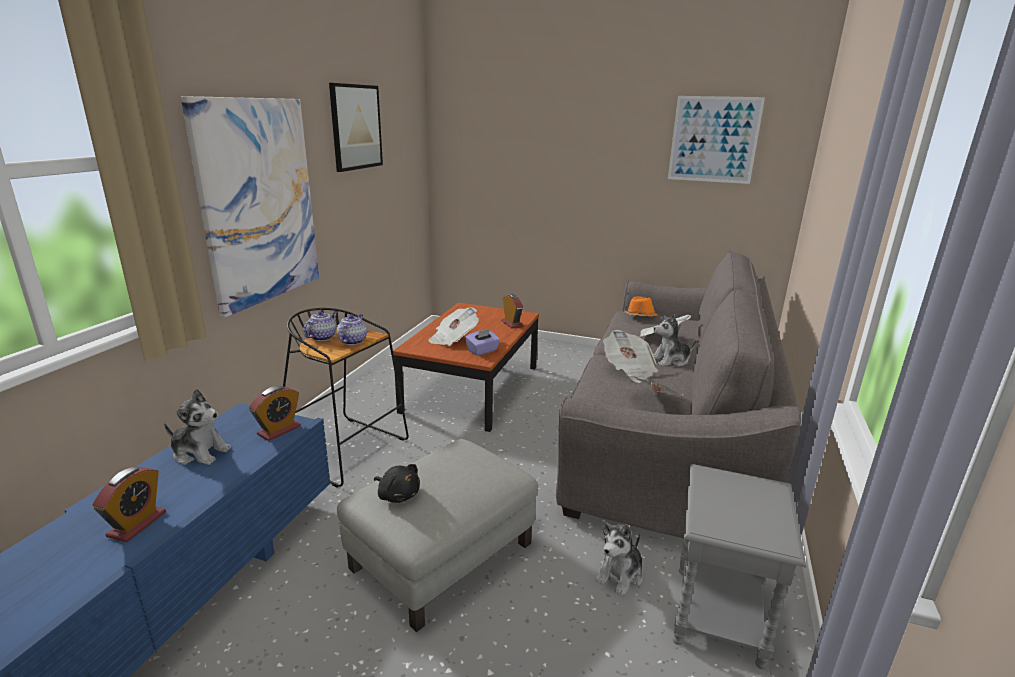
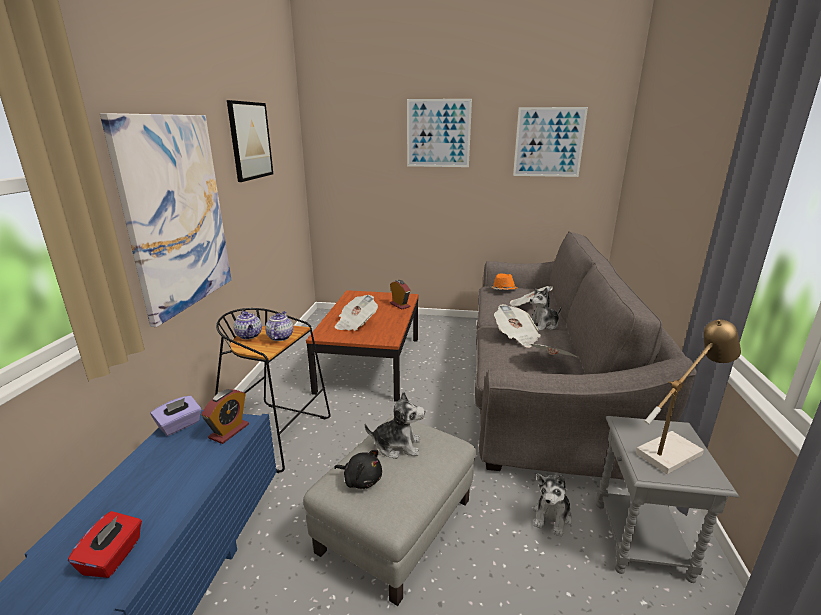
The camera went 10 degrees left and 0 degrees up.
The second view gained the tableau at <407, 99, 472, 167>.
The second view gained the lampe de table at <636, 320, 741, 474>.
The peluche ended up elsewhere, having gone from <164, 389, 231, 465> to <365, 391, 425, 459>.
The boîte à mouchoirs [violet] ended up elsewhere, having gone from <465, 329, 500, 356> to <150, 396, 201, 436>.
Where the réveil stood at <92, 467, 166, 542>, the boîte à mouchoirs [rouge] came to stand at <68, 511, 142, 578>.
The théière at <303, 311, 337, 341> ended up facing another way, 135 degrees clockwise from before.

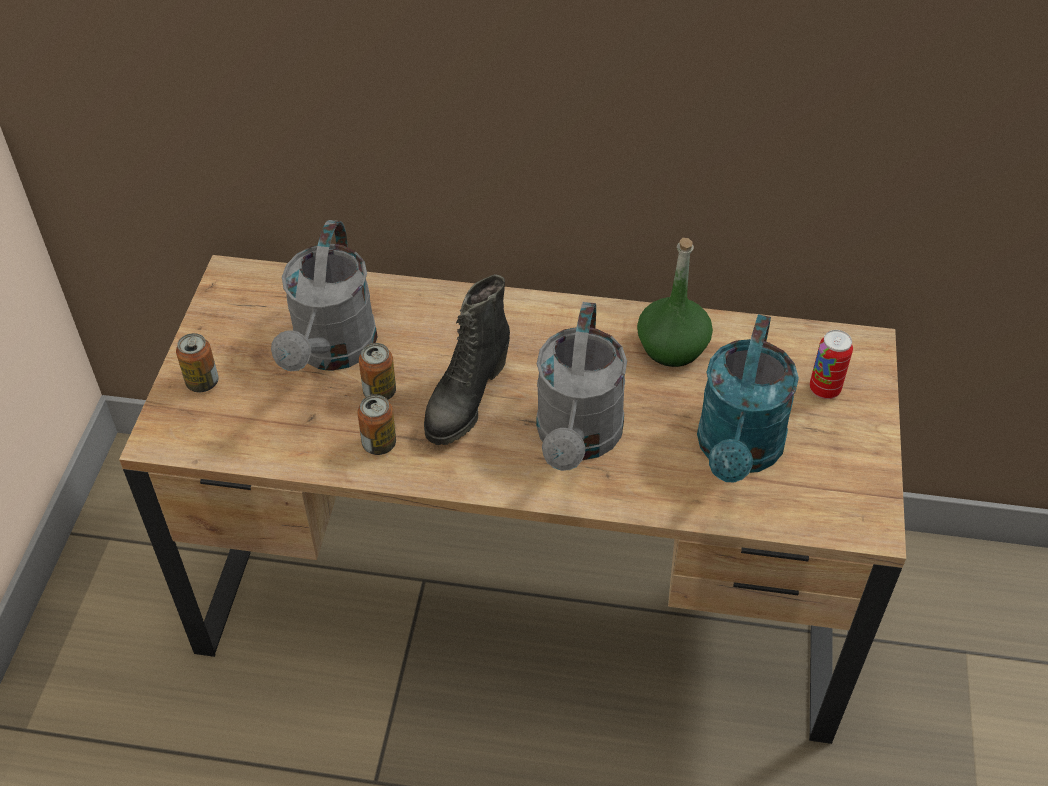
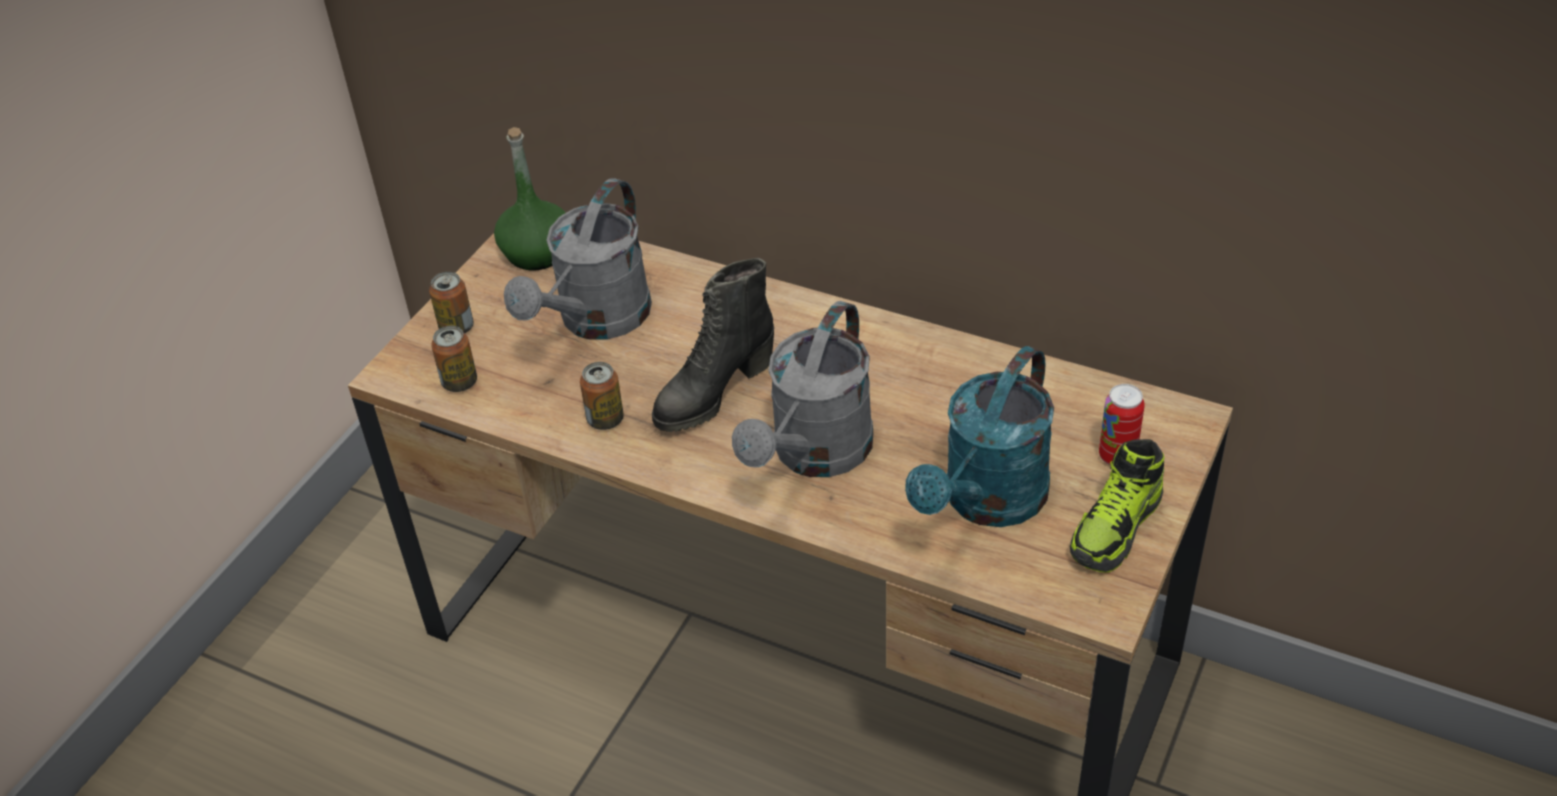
The camera went 20 degrees right and 5 degrees down.
The second view gained the chaussure at <1070, 439, 1165, 573>.
The boîte métallique ended up elsewhere, having gone from <359, 343, 396, 400> to <431, 325, 477, 392>.
The bouteille [vert] ended up elsewhere, having gone from <637, 238, 713, 367> to <494, 127, 566, 271>.

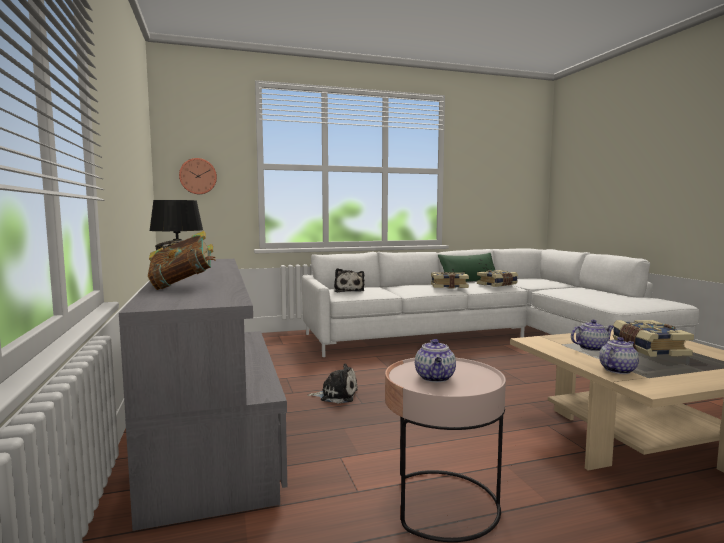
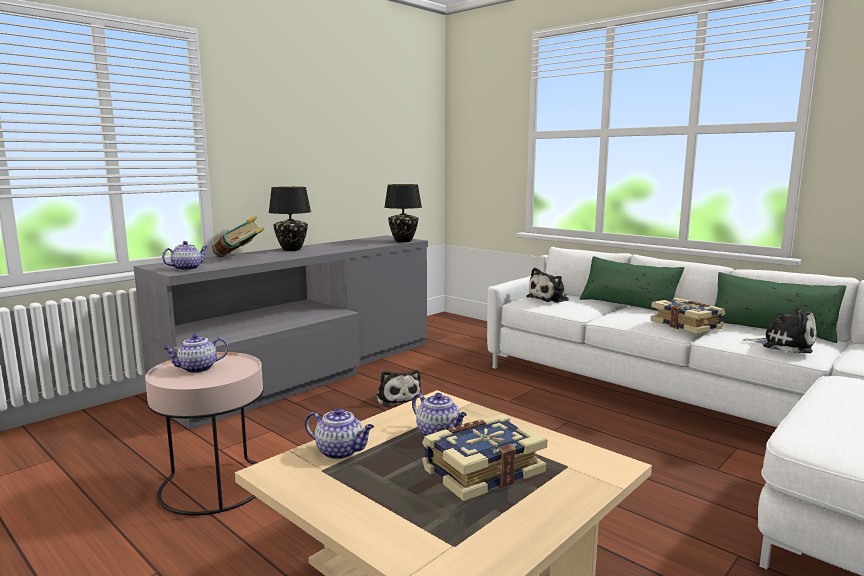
The camera went 60 degrees right and 5 degrees up.
The second view lost the horloge murale at <179, 158, 217, 194>.
The second view gained the théière at <162, 241, 208, 270>.
The second view gained the lampe de table [noir] at <384, 184, 422, 242>.
The second view gained the coussin [vert] at <579, 256, 684, 312>.
Where the livre stood at <477, 270, 518, 287>, the peluche came to stand at <743, 307, 817, 353>.

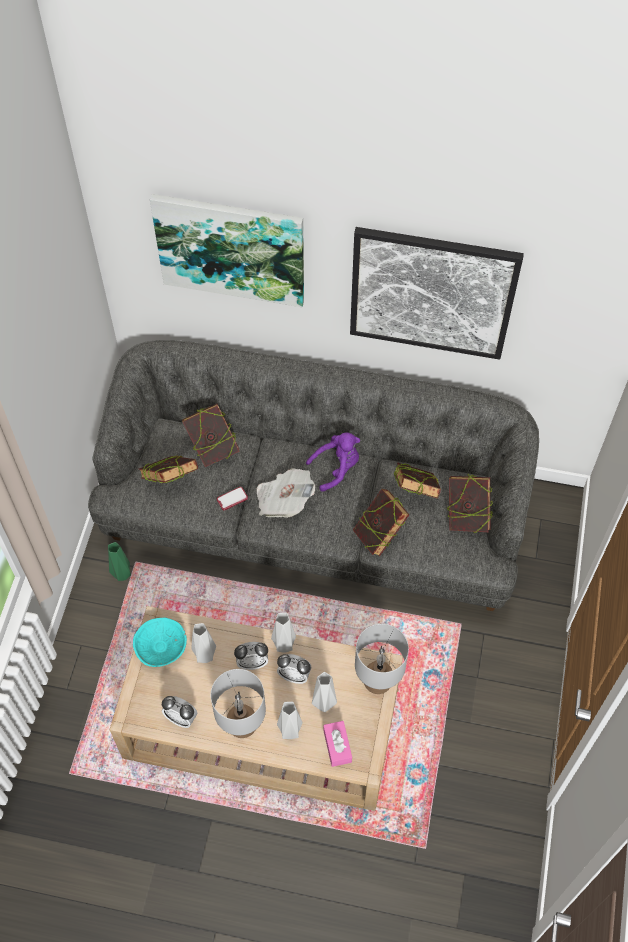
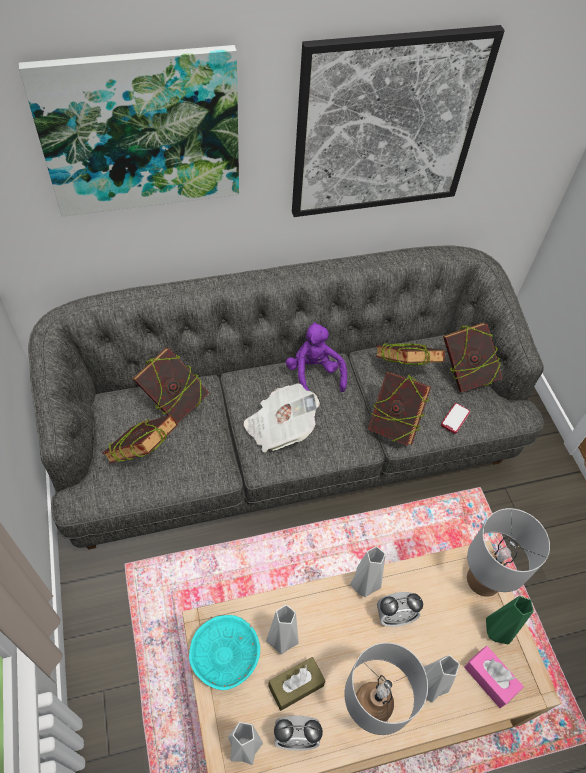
The camera went 30 degrees left and 5 degrees down.
The second view lost the réveil at <234, 642, 268, 670>.
The second view gained the boîte à mouchoirs [marron] at <268, 657, 326, 711>.
The vase [vert] ended up elsewhere, having gone from <108, 542, 131, 581> to <486, 596, 533, 644>.
The téléphone ended up elsewhere, having gone from <217, 487, 248, 511> to <441, 403, 470, 434>.
The vase [gris] ended up elsewhere, having gone from <312, 672, 337, 712> to <228, 722, 263, 765>.
The peluche [violet] at <306, 432, 360, 492> ended up facing another way, 60 degrees counterclockwise from before.

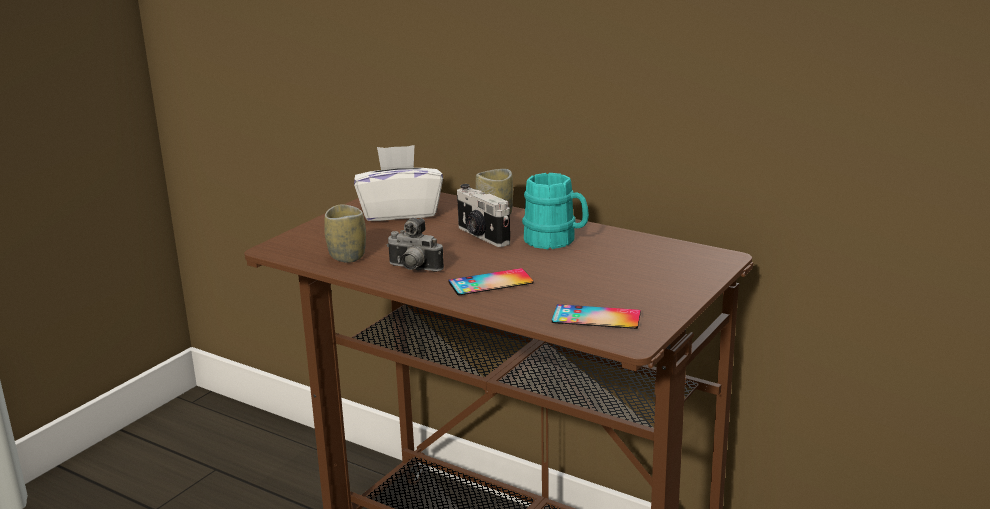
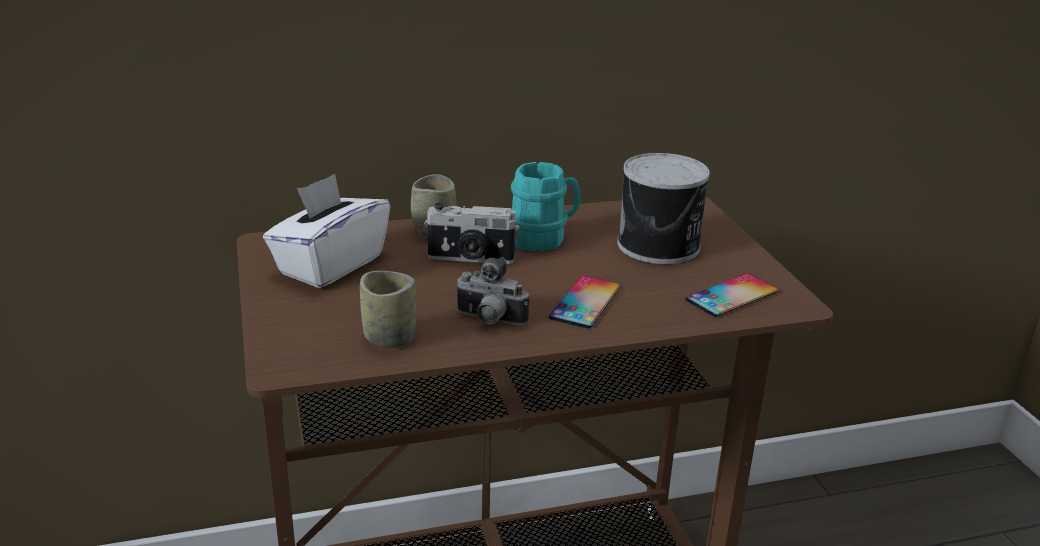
The camera went 50 degrees left and 5 degrees up.
The second view gained the boîte métallique at <617, 153, 710, 264>.
The appareil photo at <387, 218, 444, 272> ended up facing another way, 45 degrees clockwise from before.

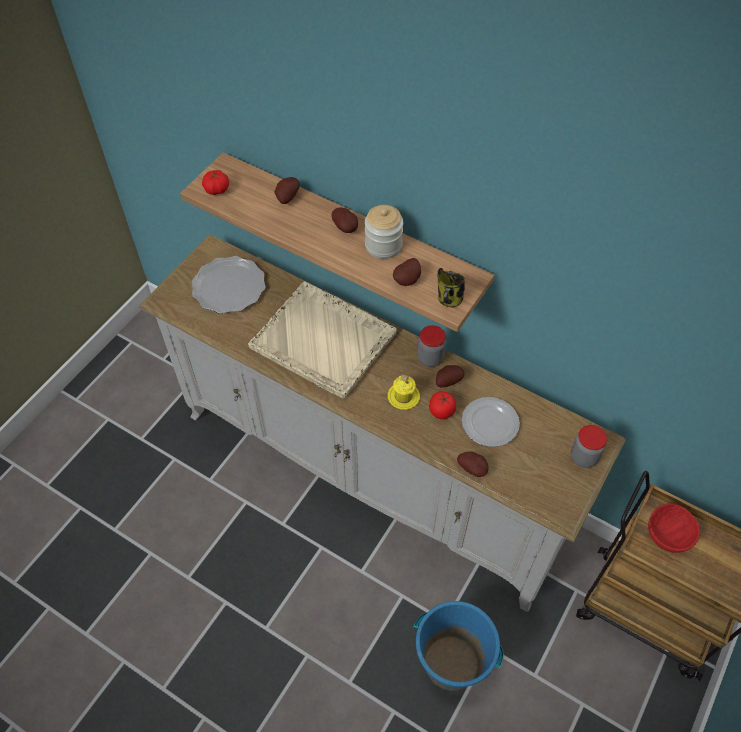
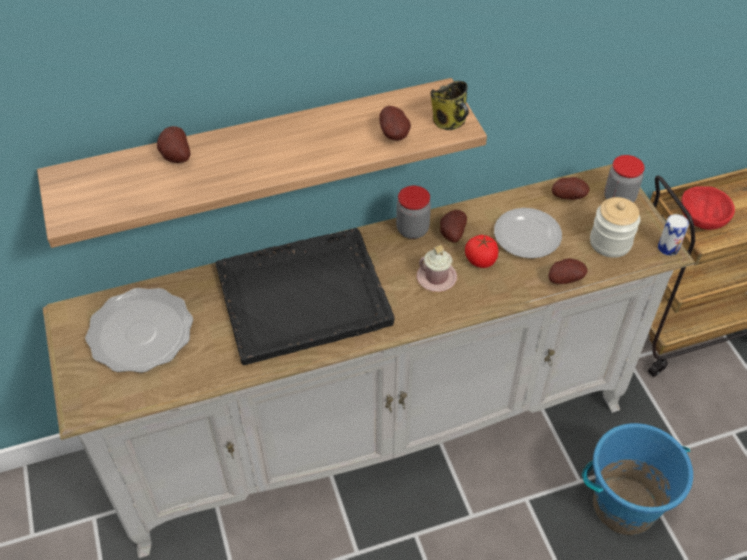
The camera went 50 degrees left and 5 degrees down.
The second view lost the tomate at <202, 170, 229, 195>.
The second view gained the boîte métallique at <658, 214, 689, 256>.
The pomme de terre ended up elsewhere, having gone from <332, 207, 358, 233> to <552, 177, 590, 200>.
The bocal ended up elsewhere, having gone from <365, 205, 403, 259> to <590, 197, 640, 258>.
What was the plateau [beige] at <248, 281, 397, 399> turned into the plateau [noir] at <215, 228, 394, 365>.
What was the mug [jaune] at <388, 374, 420, 410> turned into the mug [rose] at <417, 245, 457, 292>.

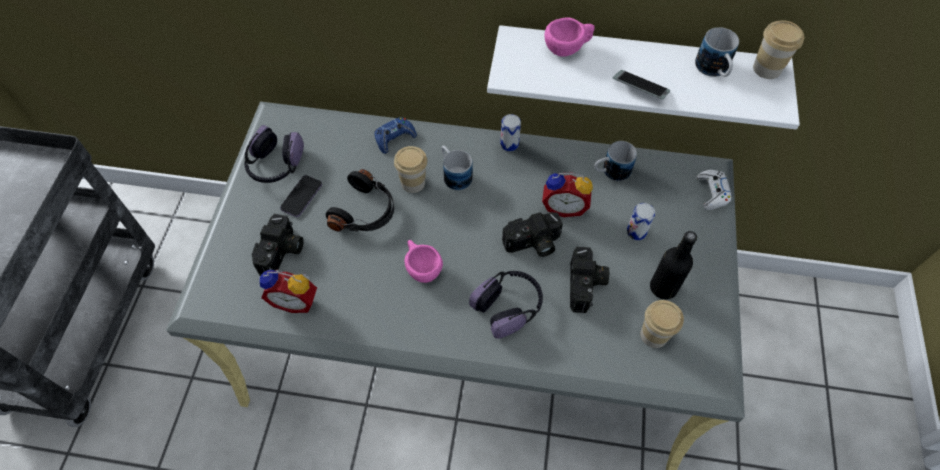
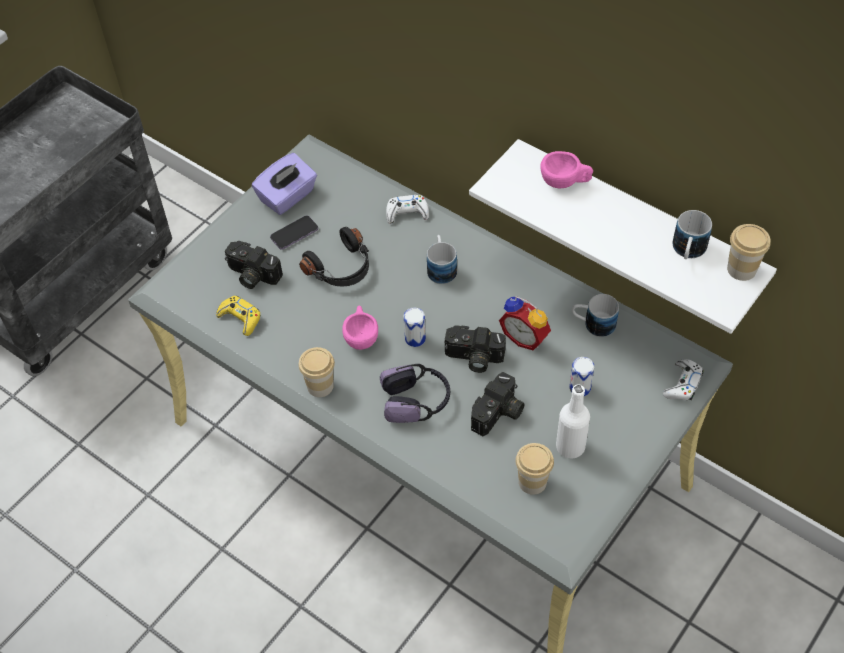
The camera went 30 degrees right and 5 degrees down.
The second view lost the téléphone at <613, 70, 670, 99>.
The tasse ended up elsewhere, having gone from <394, 146, 427, 193> to <298, 347, 335, 397>.
The boîte métallique ended up elsewhere, having gone from <500, 114, 521, 151> to <403, 307, 426, 347>.
Where the casque audio stood at <244, 125, 304, 183>, the boîte à mouchoirs [violet] came to stand at <252, 153, 317, 215>.
Where the réveil stood at <260, 269, 317, 313>, the manette [jaune] came to stand at <216, 296, 261, 336>.
What was the manette [bleu] at <375, 117, 417, 154> turned into the manette [blanc] at <386, 195, 429, 224>.
What was the bouteille [noir] at <650, 231, 697, 300> turned into the bouteille [blanc] at <556, 384, 590, 458>.
The appareil photo at <252, 214, 304, 276> ended up facing another way, 75 degrees clockwise from before.

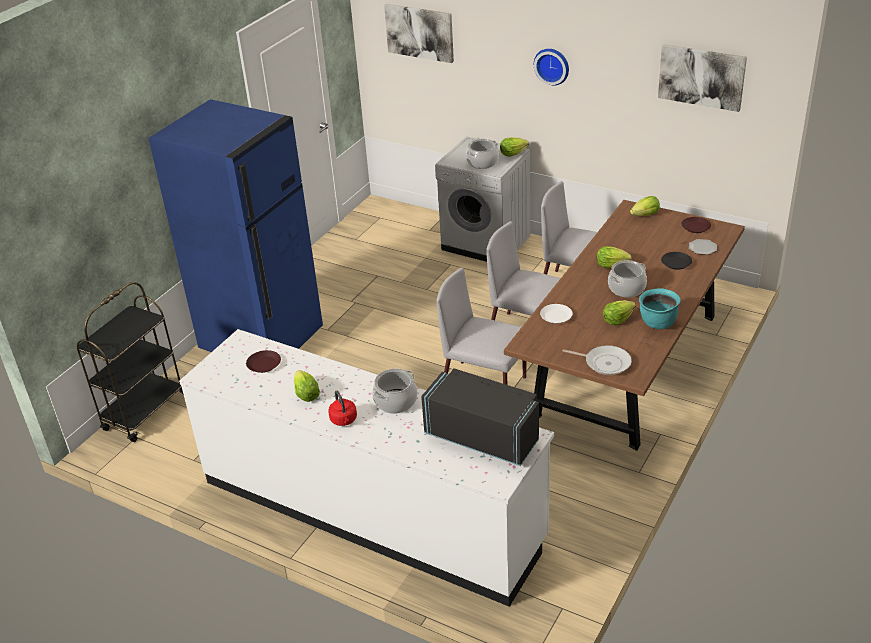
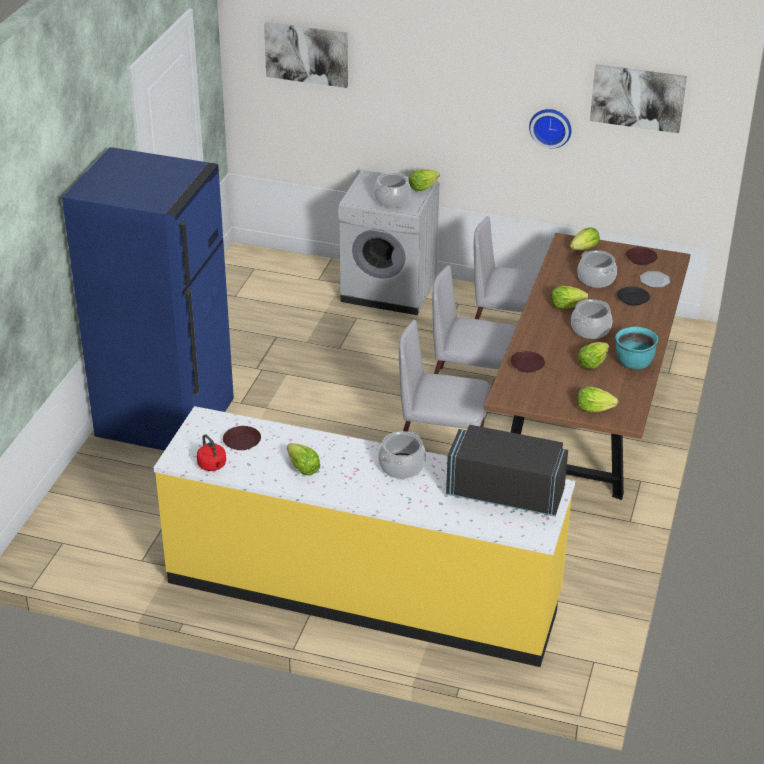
The camera went 15 degrees left and 0 degrees up.
The second view lost the chariot [noir] at <77, 282, 184, 442>.
The second view gained the marmite at <577, 250, 617, 288>.
The bouilloire [rouge] ended up elsewhere, having gone from <328, 390, 357, 426> to <197, 434, 226, 471>.
The horloge murale ended up elsewhere, having gone from <534, 49, 569, 85> to <529, 109, 571, 149>.
Where the poêle stood at <563, 345, 632, 375>, the laitue came to stand at <577, 386, 619, 412>.
What was the comptoir de cuisine [blanc] at <179, 329, 554, 607> turned into the comptoir de cuisine [jaune] at <153, 406, 575, 667>.
What was the assiette [blanc] at <540, 304, 573, 324> turned into the assiette [marron] at <510, 351, 545, 372>.

